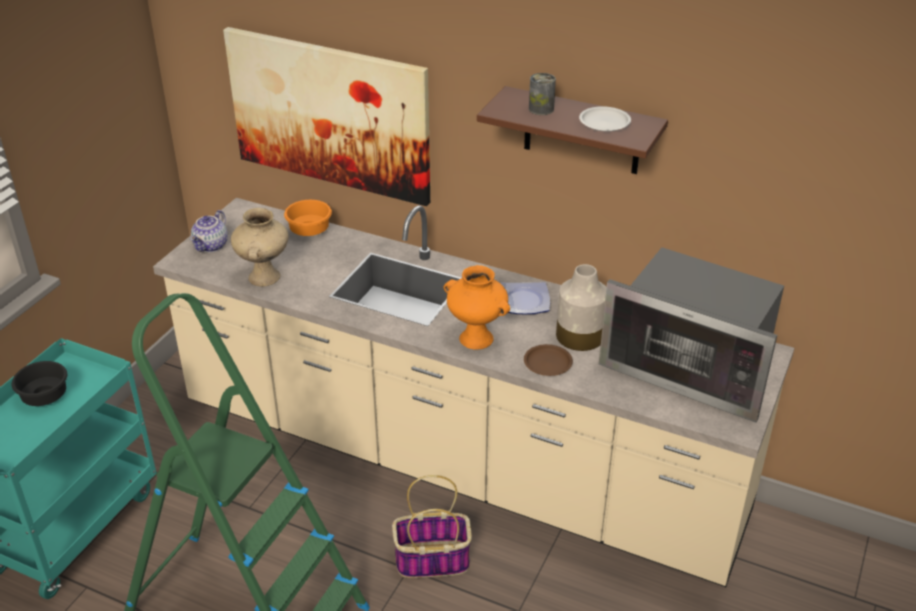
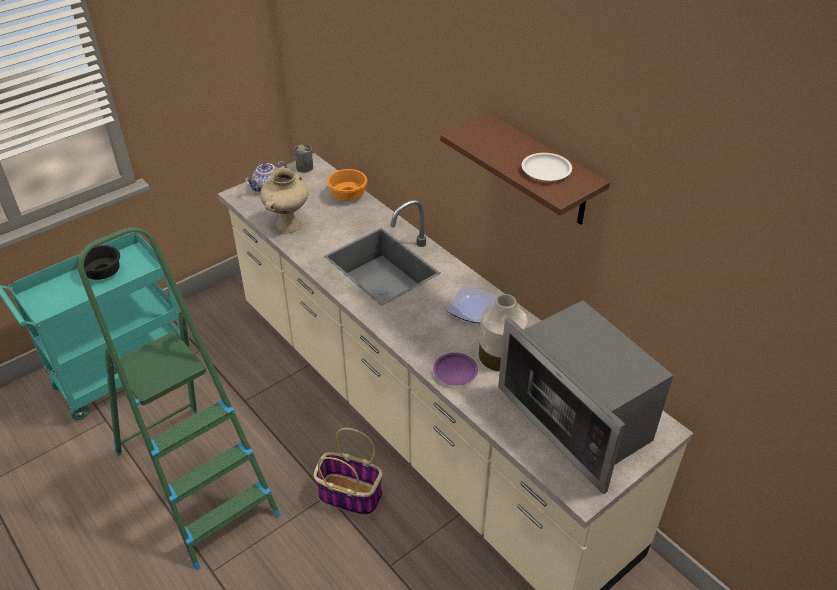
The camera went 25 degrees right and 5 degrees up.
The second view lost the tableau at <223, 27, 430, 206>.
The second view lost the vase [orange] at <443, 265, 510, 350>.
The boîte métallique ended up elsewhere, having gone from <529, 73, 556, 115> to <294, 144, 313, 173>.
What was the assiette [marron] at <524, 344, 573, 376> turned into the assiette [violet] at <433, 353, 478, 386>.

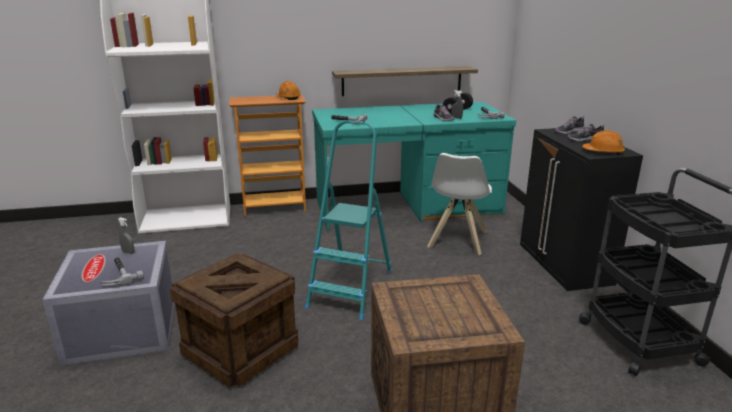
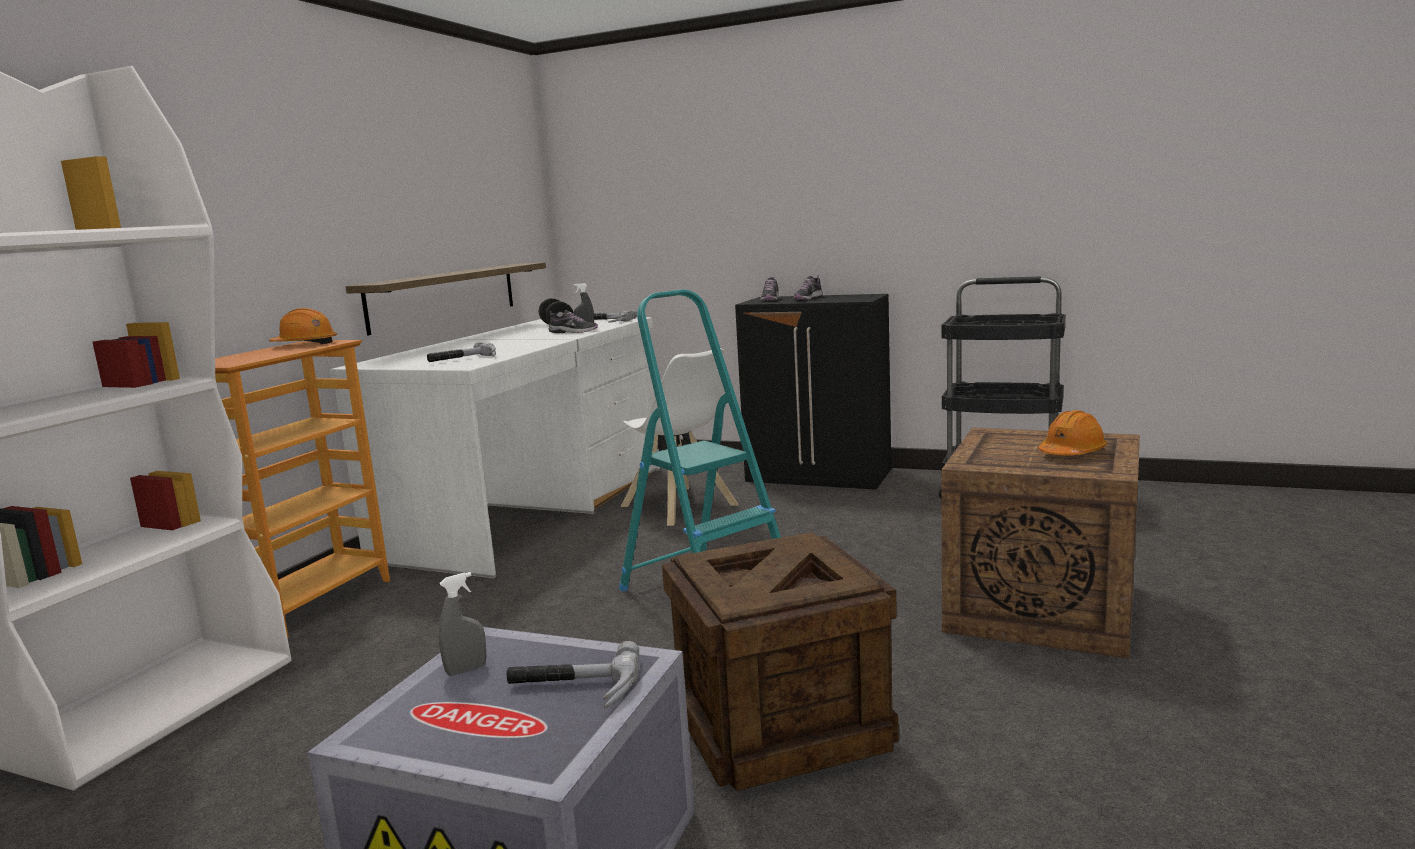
The camera went 55 degrees left and 10 degrees down.
The casque de chantier [orange] ended up elsewhere, having gone from <582, 130, 625, 155> to <1038, 410, 1107, 456>.
What was the bureau [turquoise] at <312, 102, 516, 231> turned into the bureau [blanc] at <330, 317, 660, 578>.

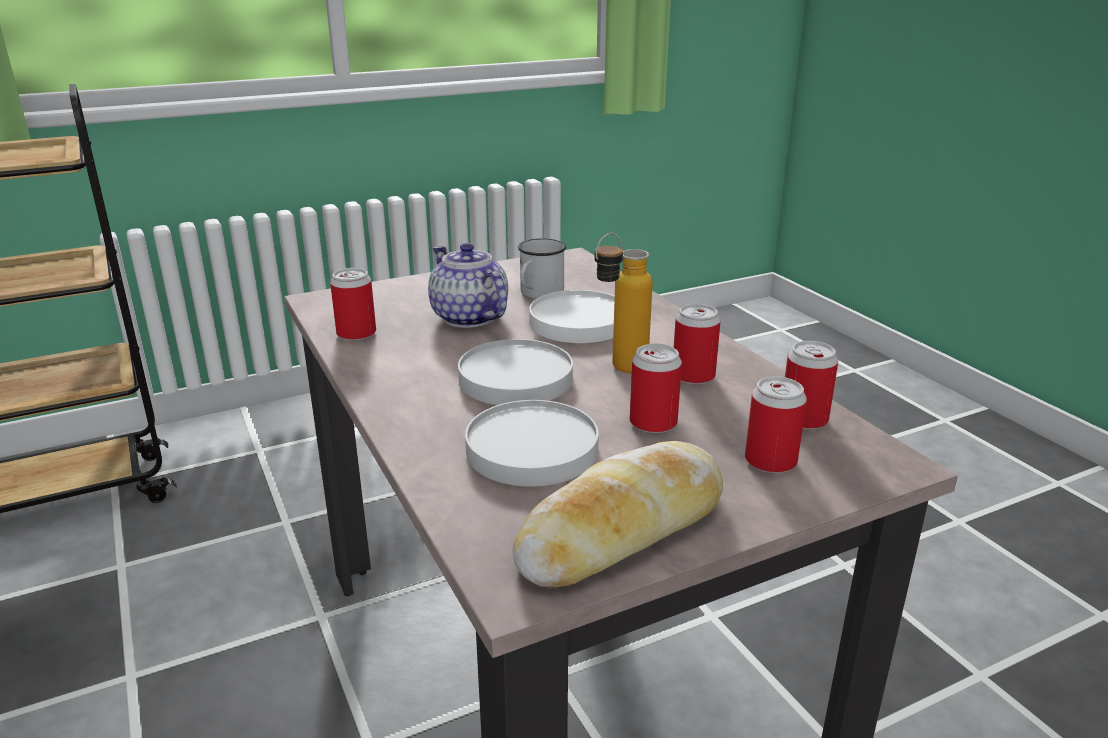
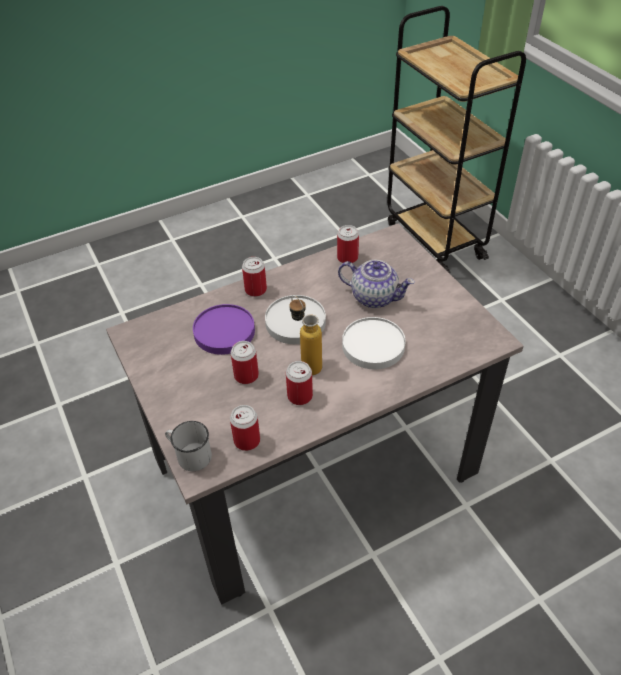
The camera went 90 degrees right and 20 degrees up.
The second view lost the pain at <513, 441, 723, 587>.
The mug [blanc] ended up elsewhere, having gone from <518, 238, 566, 299> to <165, 421, 212, 471>.
The boîte métallique ended up elsewhere, having gone from <745, 376, 807, 473> to <242, 257, 267, 297>.
What was the assiette [blanc] at <465, 400, 599, 486> turned into the assiette [violet] at <193, 304, 255, 355>.
The théière at <428, 243, 508, 328> ended up facing another way, 60 degrees clockwise from before.

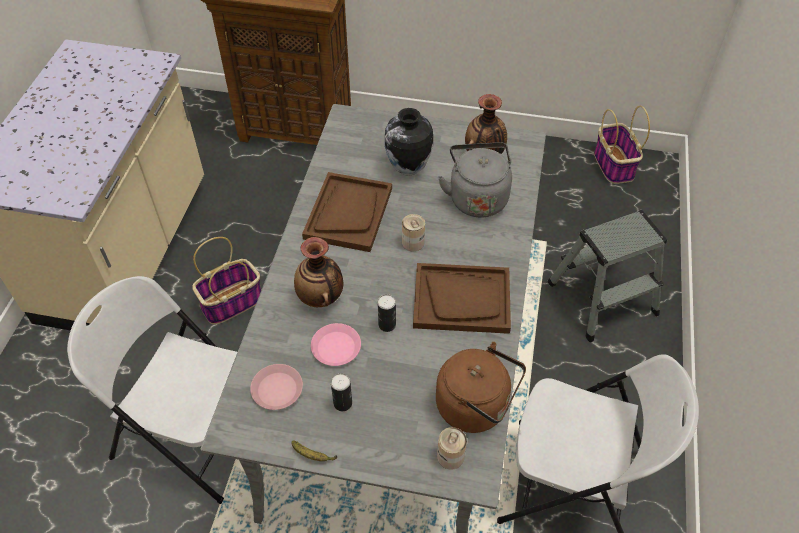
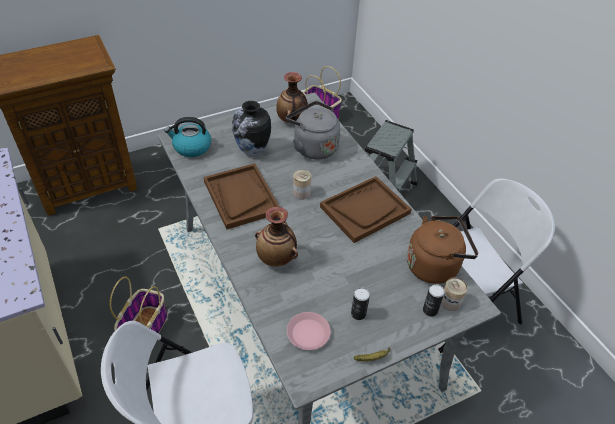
The camera went 40 degrees left and 5 degrees down.
The second view lost the assiette [rose] at <311, 323, 361, 366>.
The second view gained the bouilloire at <164, 117, 211, 157>.
The boîte métallique ended up elsewhere, having gone from <378, 294, 396, 332> to <423, 284, 445, 317>.

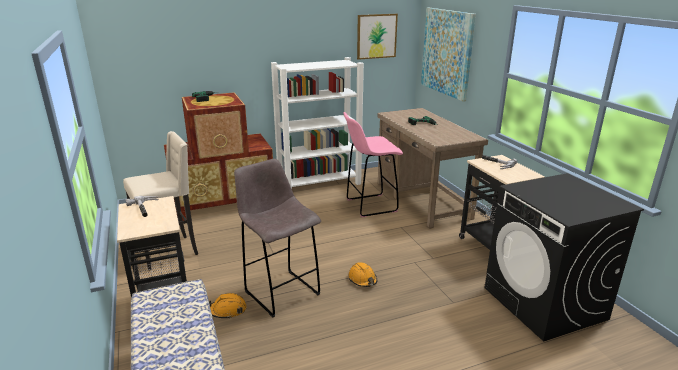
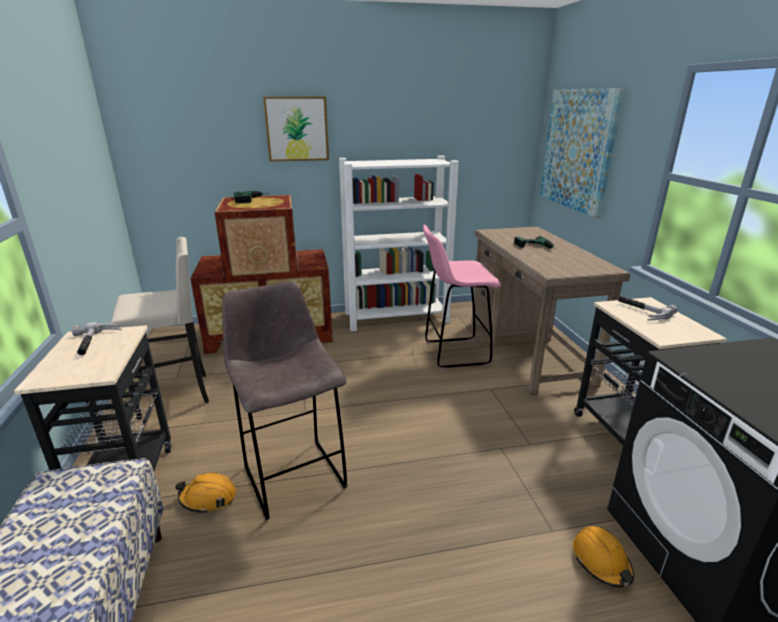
The camera went 10 degrees right and 0 degrees up.
The casque de chantier [orange] ended up elsewhere, having gone from <349, 262, 377, 287> to <573, 526, 634, 587>.
The tableau ended up elsewhere, having gone from <357, 14, 398, 60> to <263, 96, 329, 162>.

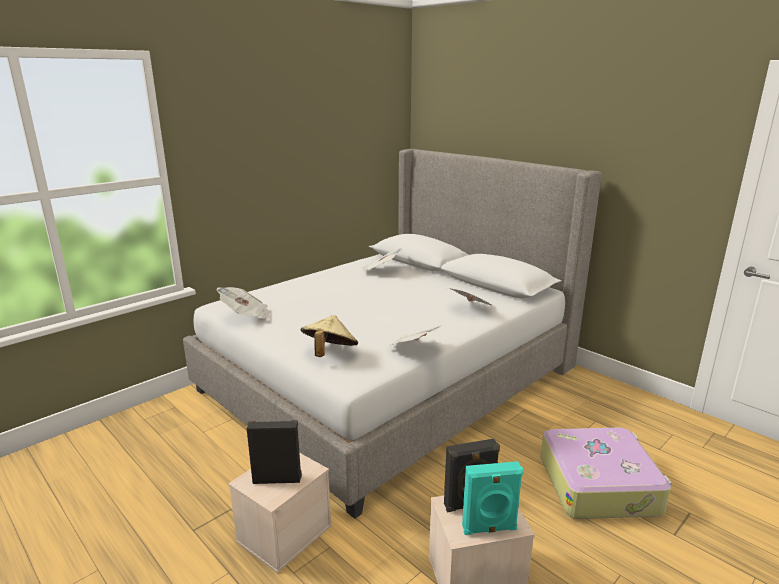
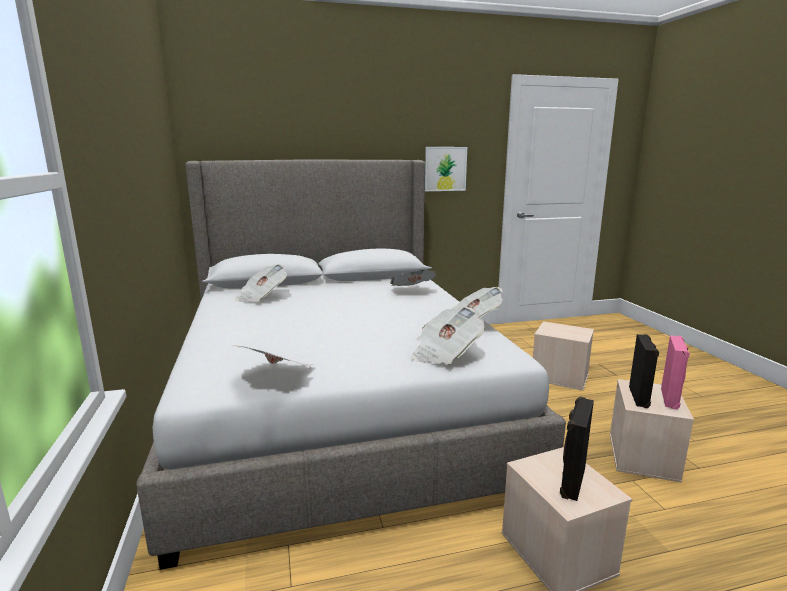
The camera went 60 degrees left and 5 degrees down.
The second view gained the tableau at <425, 147, 467, 191>.
Where the chapeau [beige] stood at <300, 315, 358, 357>, the journal came to stand at <411, 307, 485, 365>.
Where the valise stood at <540, 427, 671, 519>, the boîte de rangement [beige] came to stand at <533, 321, 594, 391>.
What was the enceinte [turquoise] at <462, 461, 523, 535> turned into the enceinte [rose] at <661, 335, 690, 410>.

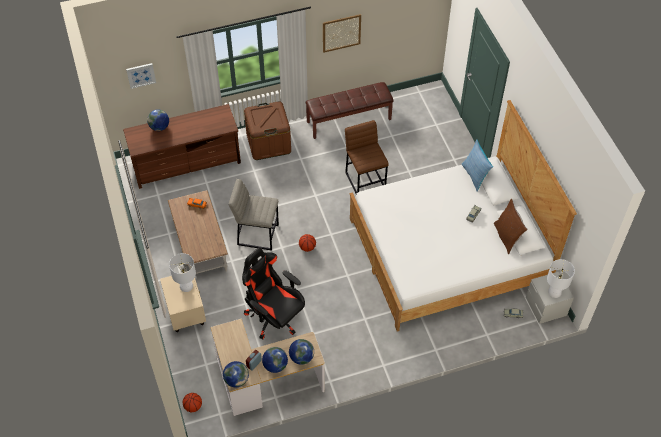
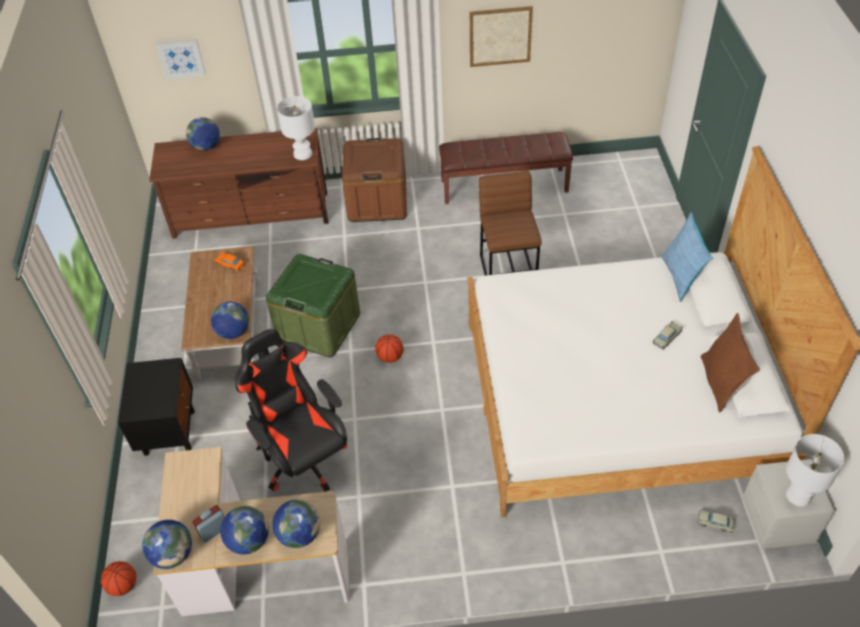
The camera went 15 degrees right and 5 degrees down.
The second view gained the globe at <211, 302, 249, 339>.
The lampe de table [blanc] ended up elsewhere, having gone from <169, 253, 196, 292> to <277, 96, 315, 160>.
Where the chaise [gris] stood at <229, 179, 279, 251>, the boîte de rangement [vert] came to stand at <266, 254, 360, 357>.
What was the table de chevet [beige] at <160, 271, 206, 332> turned into the table de chevet [noir] at <118, 358, 195, 456>.

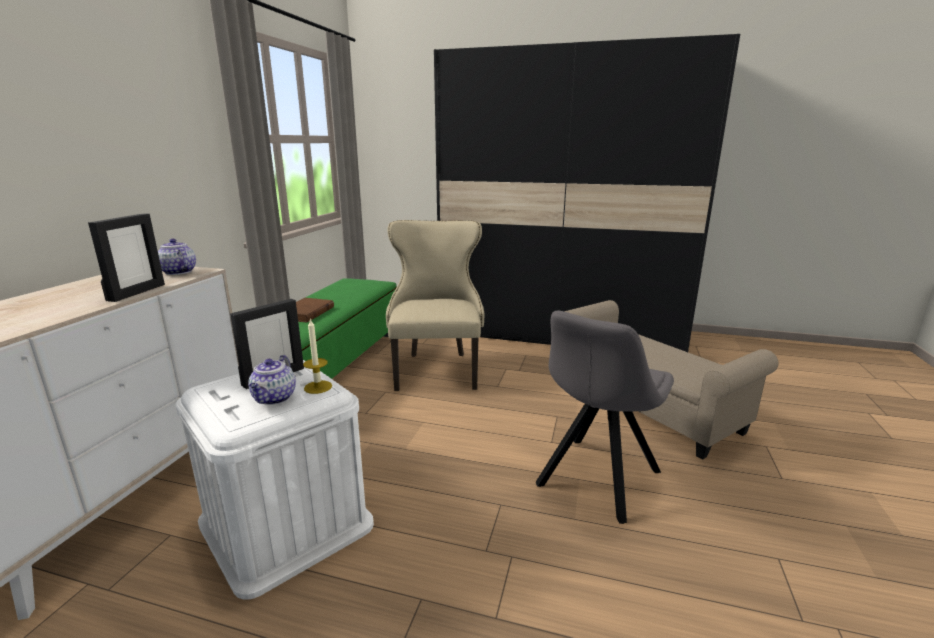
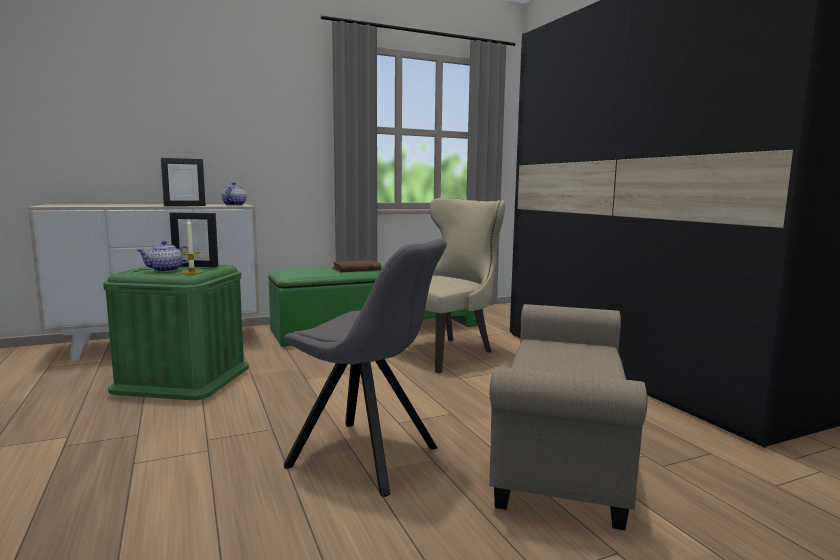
The camera went 50 degrees right and 10 degrees down.
What was the boîte de rangement [blanc] at <176, 360, 374, 600> turned into the boîte de rangement [vert] at <103, 264, 249, 400>.
The chaise [gris] at <536, 311, 674, 524> ended up facing another way, 150 degrees counterclockwise from before.

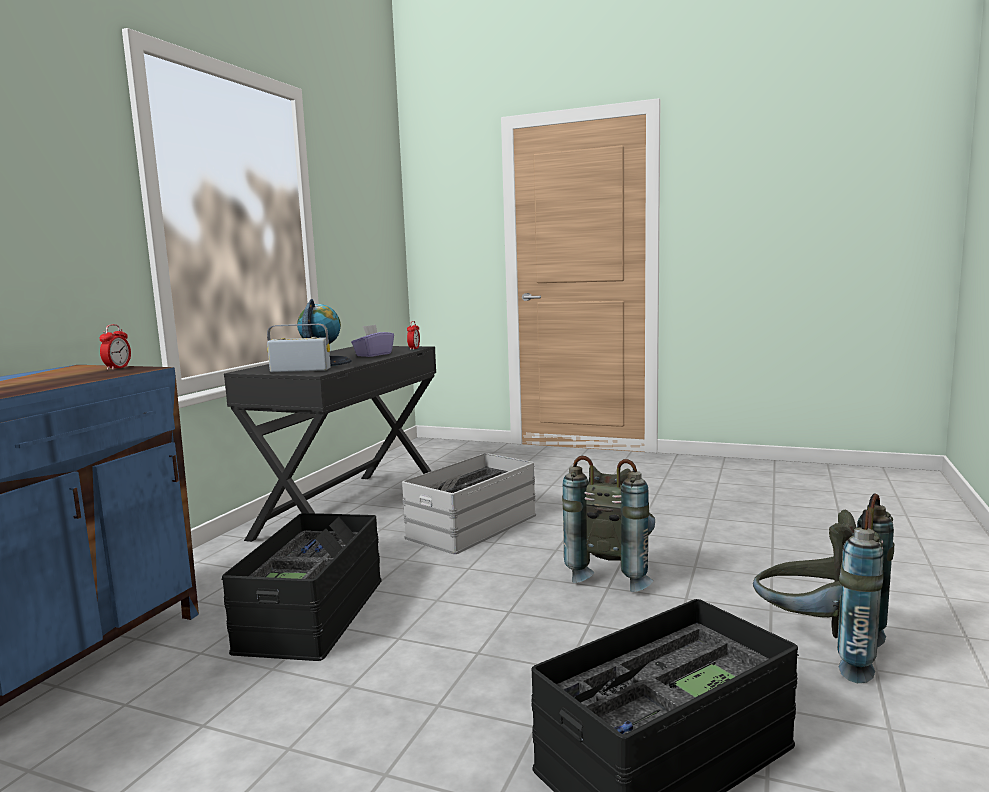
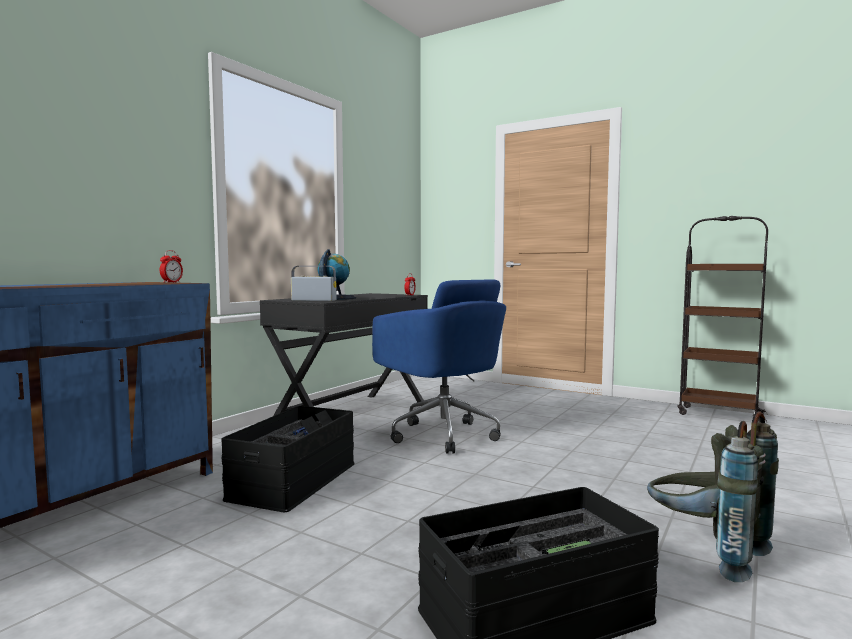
The camera went 10 degrees right and 5 degrees down.
The second view lost the boîte à mouchoirs [violet] at <351, 325, 394, 357>.
The second view lost the sac à dos [gris] at <562, 456, 655, 592>.
The second view gained the chariot [marron] at <677, 216, 768, 422>.
Where the boîte de rangement [gris] stood at <402, 453, 536, 554>, the chaise de bureau [bleu] came to stand at <372, 279, 506, 454>.

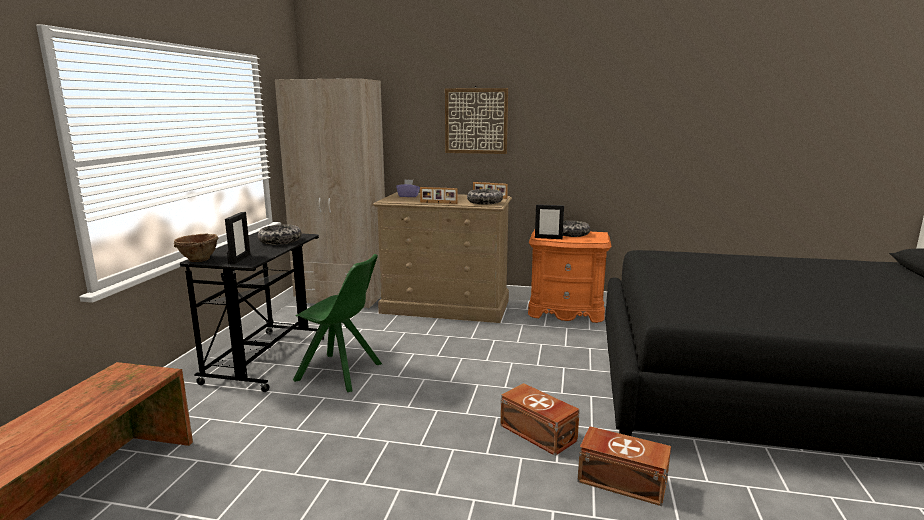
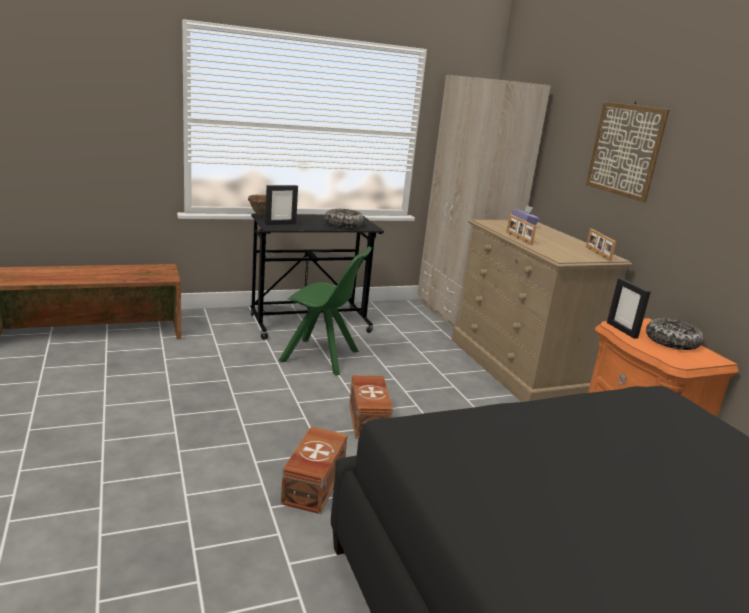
The camera went 55 degrees right and 5 degrees up.
The second view lost the bol at <467, 189, 503, 204>.
The boîte de rangement [marron] ended up elsewhere, having gone from <577, 426, 671, 506> to <349, 375, 393, 439>.
The chaise [vert] at <293, 254, 382, 392> ended up facing another way, 60 degrees counterclockwise from before.

